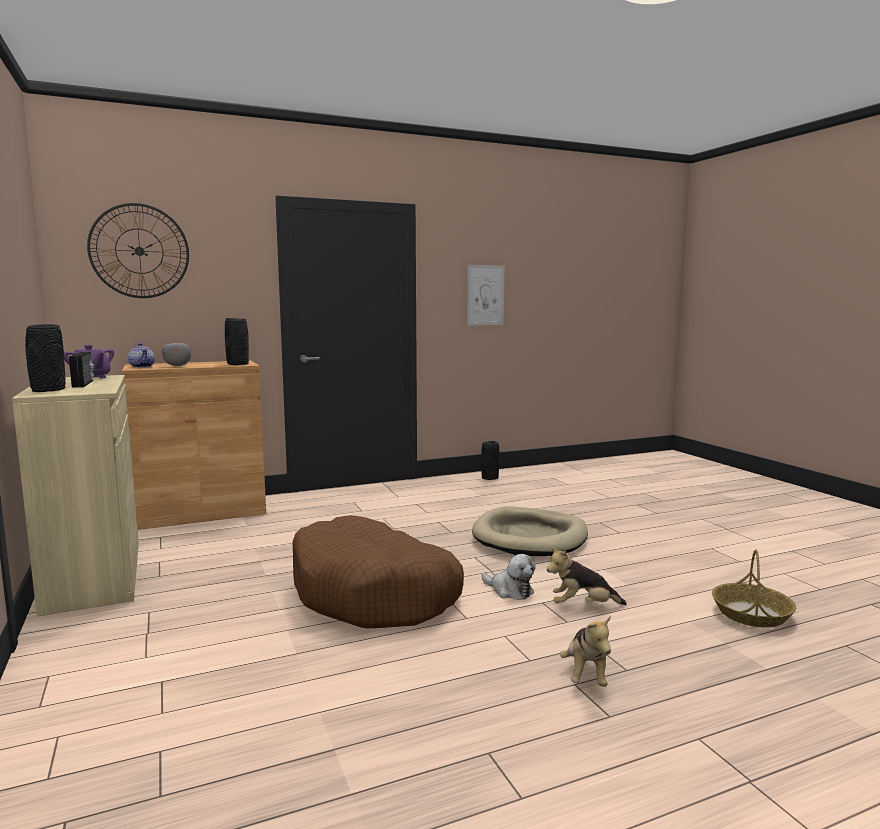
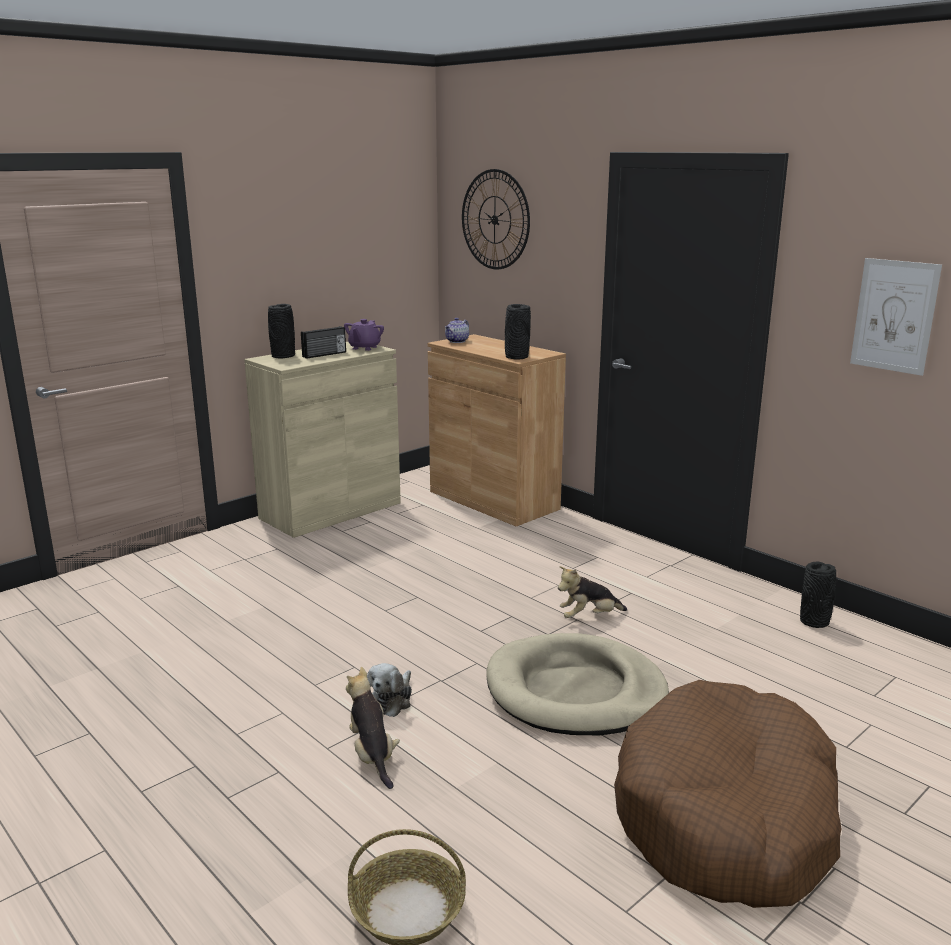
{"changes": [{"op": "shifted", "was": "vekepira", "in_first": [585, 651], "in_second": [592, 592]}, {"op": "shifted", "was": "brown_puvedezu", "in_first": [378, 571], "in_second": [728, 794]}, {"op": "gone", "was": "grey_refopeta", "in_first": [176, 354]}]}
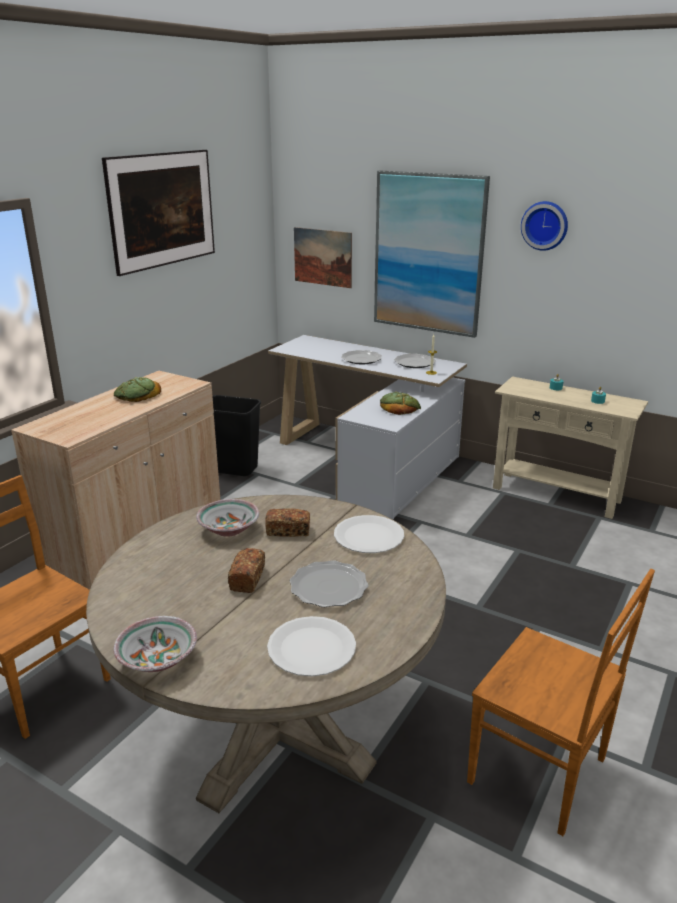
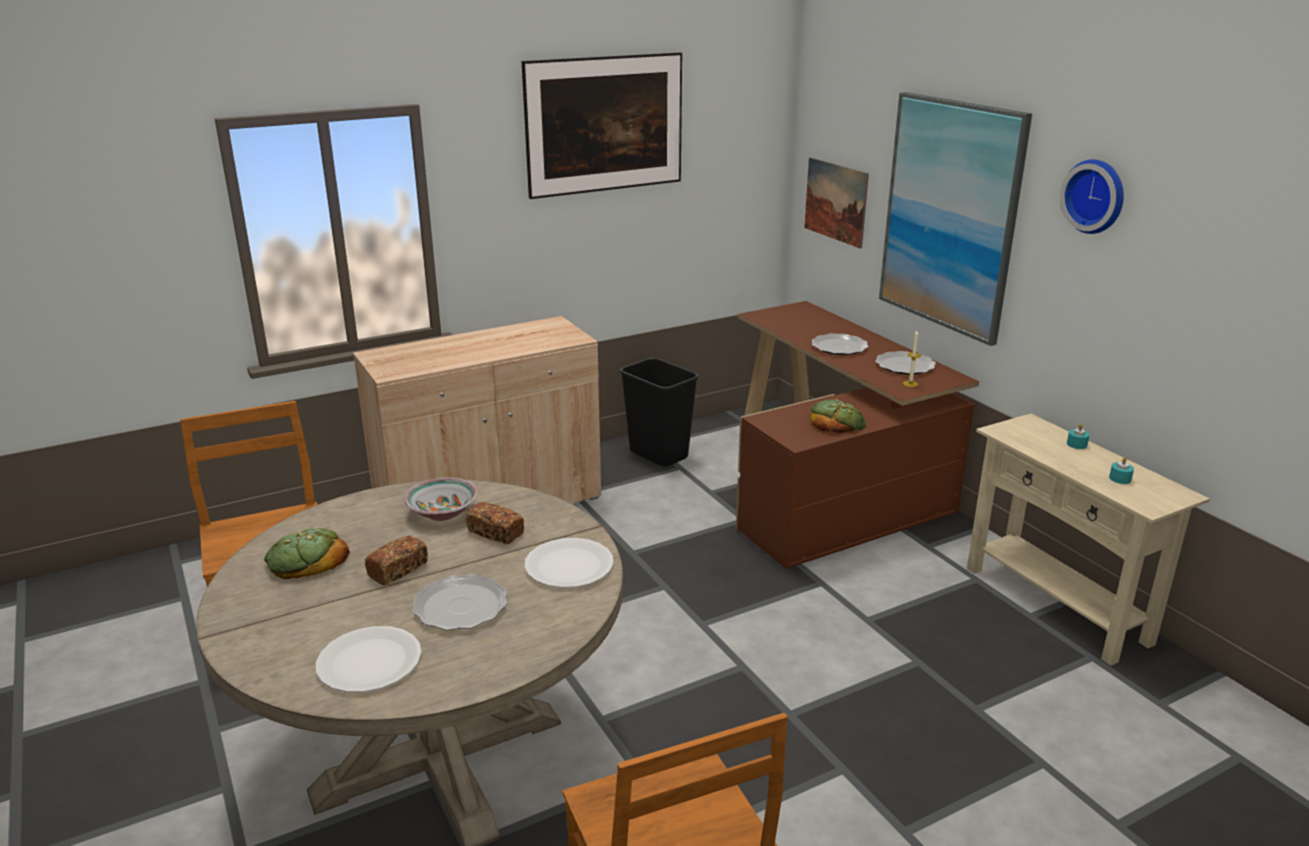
{"changes": [{"op": "shifted", "was": "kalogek", "in_first": [137, 389], "in_second": [307, 553]}, {"op": "repainted", "was": "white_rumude", "now": "brown_rumude", "in_first": [367, 427], "in_second": [857, 435]}, {"op": "gone", "was": "refopeta", "in_first": [155, 644]}]}
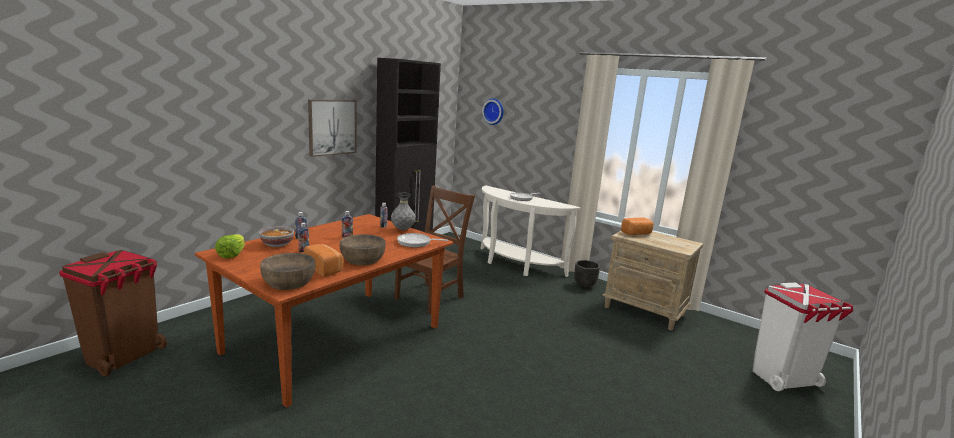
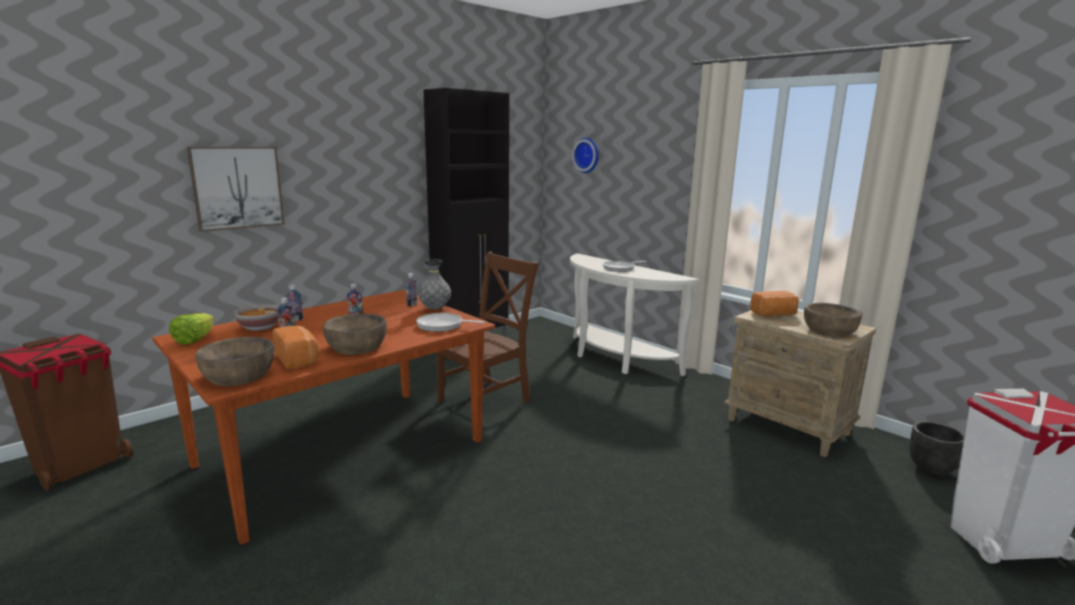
{"changes": [{"op": "shifted", "was": "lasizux", "in_first": [332, 128], "in_second": [236, 189]}, {"op": "new", "now": "brown_refopeta", "in_second": [833, 320]}, {"op": "shifted", "was": "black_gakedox", "in_first": [587, 274], "in_second": [936, 449]}]}
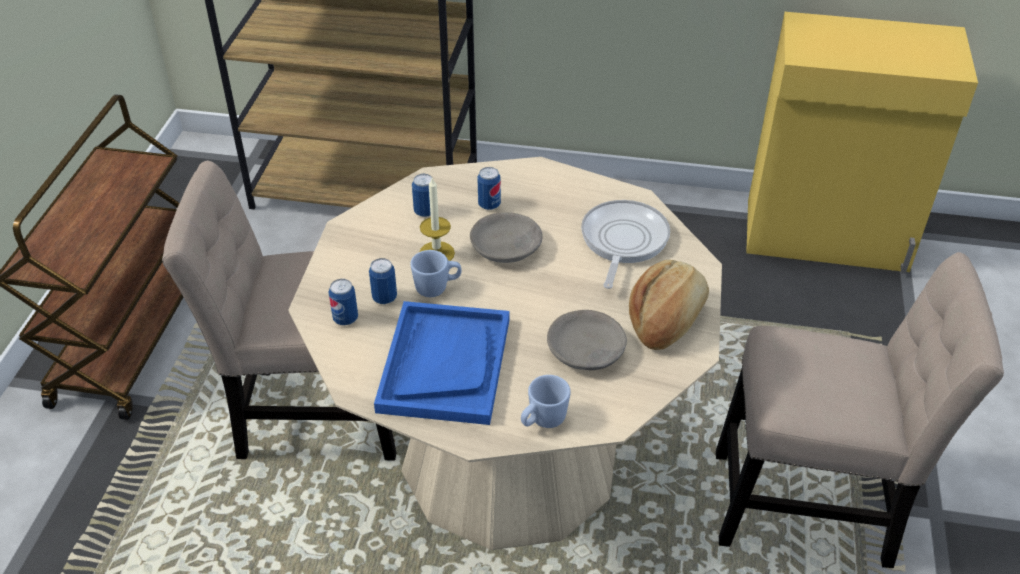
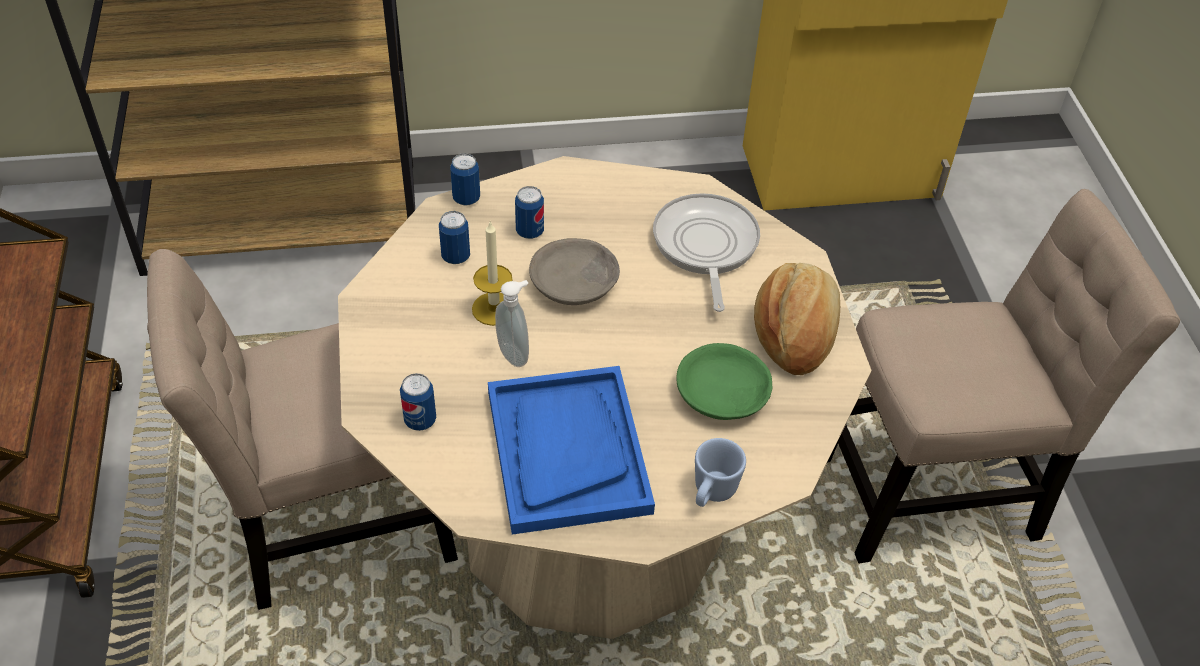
{"changes": [{"op": "shifted", "was": "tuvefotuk", "in_first": [383, 281], "in_second": [465, 179]}, {"op": "swapped", "was": "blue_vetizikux", "now": "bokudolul", "in_first": [436, 273], "in_second": [512, 323]}, {"op": "repainted", "was": "grey_refopeta", "now": "green_refopeta", "in_first": [587, 340], "in_second": [724, 381]}]}
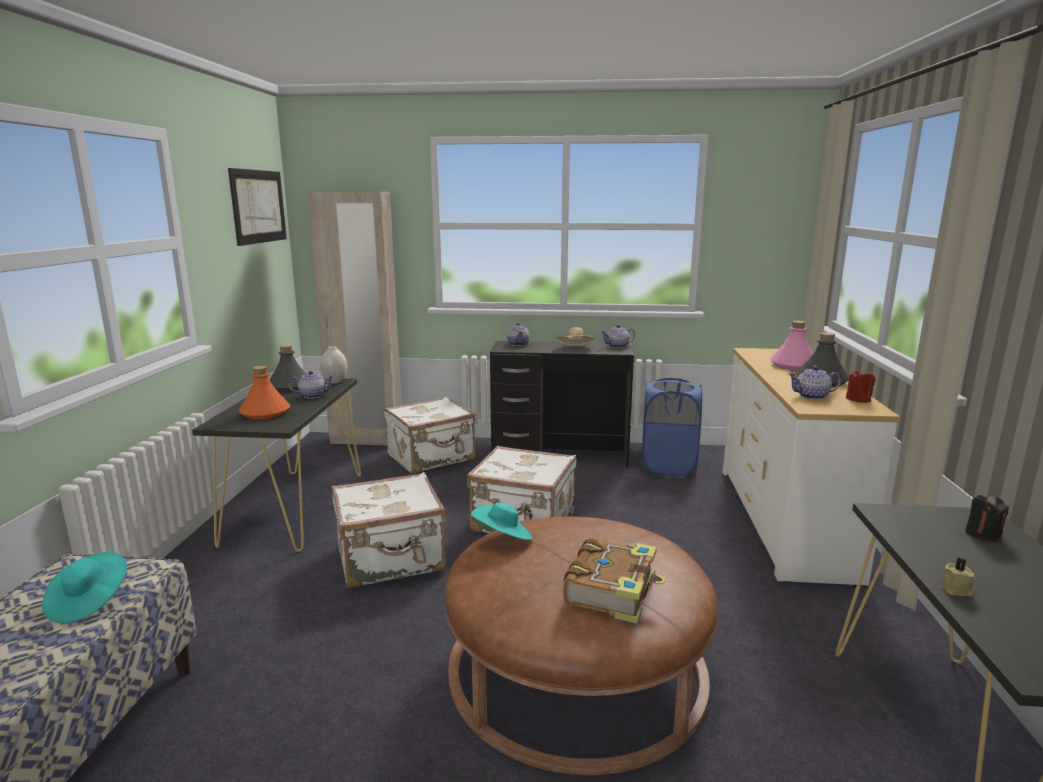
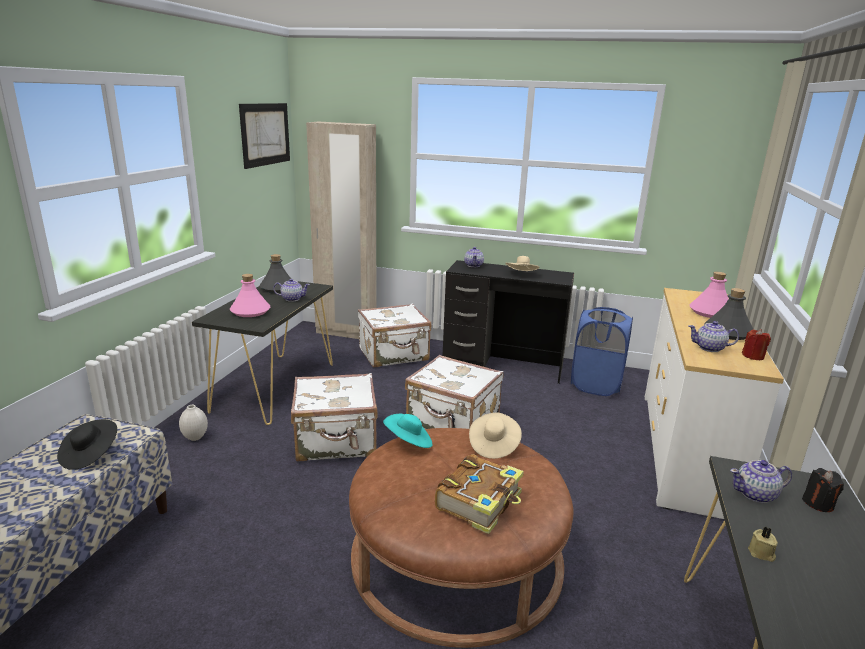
{"changes": [{"op": "repainted", "was": "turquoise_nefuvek", "now": "black_nefuvek", "in_first": [84, 587], "in_second": [87, 444]}, {"op": "shifted", "was": "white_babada", "in_first": [333, 365], "in_second": [193, 423]}, {"op": "repainted", "was": "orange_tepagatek", "now": "pink_tepagatek", "in_first": [264, 392], "in_second": [250, 295]}, {"op": "new", "now": "beige_nefuvek", "in_second": [495, 436]}, {"op": "shifted", "was": "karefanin", "in_first": [618, 336], "in_second": [761, 481]}]}
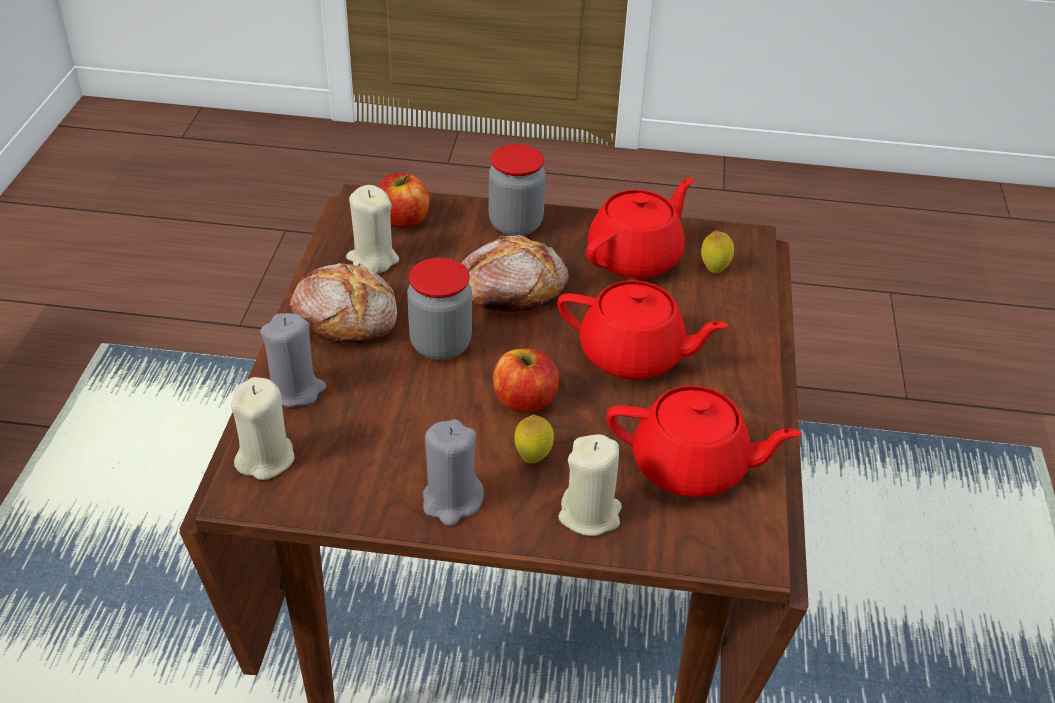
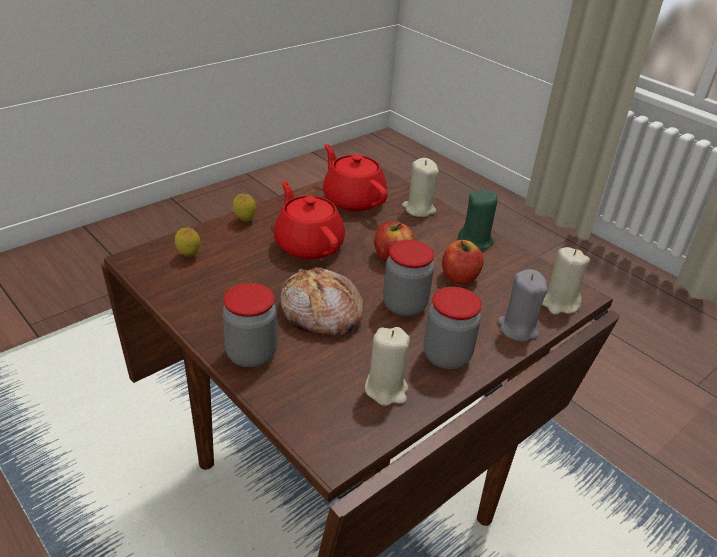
{"changes": [{"op": "shifted", "was": "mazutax", "in_first": [534, 439], "in_second": [244, 208]}, {"op": "swapped", "was": "kalogek", "now": "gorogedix", "in_first": [343, 303], "in_second": [452, 328]}, {"op": "shifted", "was": "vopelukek", "in_first": [404, 200], "in_second": [463, 262]}, {"op": "repainted", "was": "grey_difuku", "now": "green_difuku", "in_first": [453, 472], "in_second": [478, 220]}, {"op": "gone", "was": "red_karefanin", "in_first": [639, 228]}]}
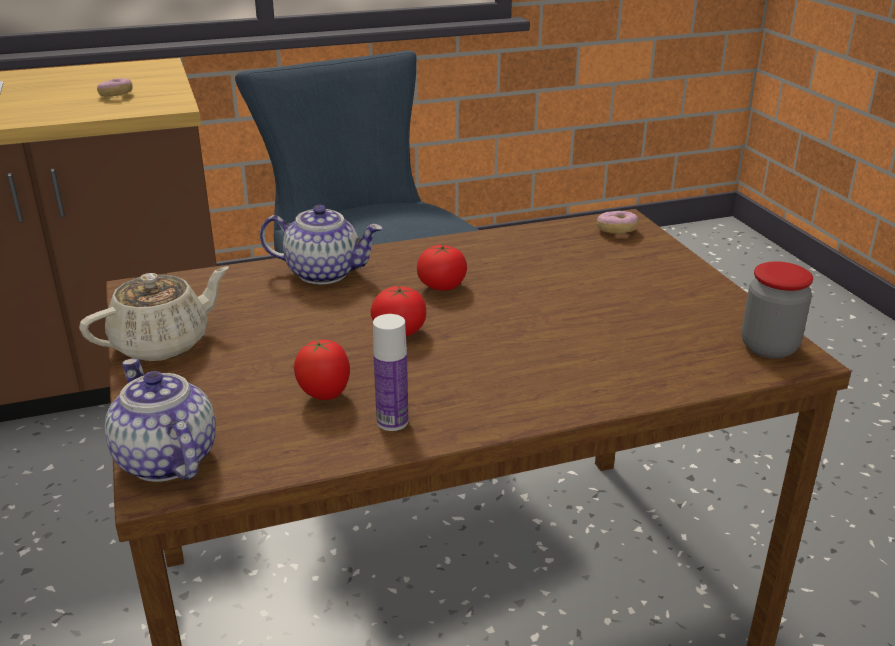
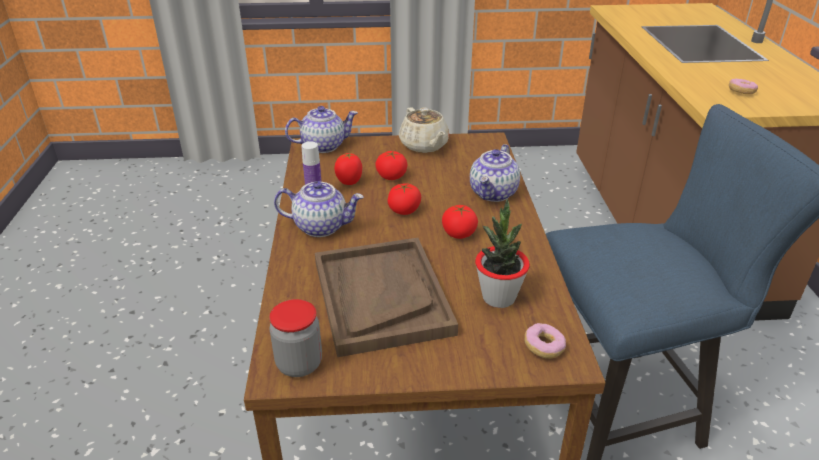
{"changes": [{"op": "new", "now": "karefanin", "in_second": [319, 209]}, {"op": "new", "now": "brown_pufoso", "in_second": [386, 297]}, {"op": "new", "now": "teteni", "in_second": [391, 165]}, {"op": "new", "now": "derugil", "in_second": [502, 253]}]}
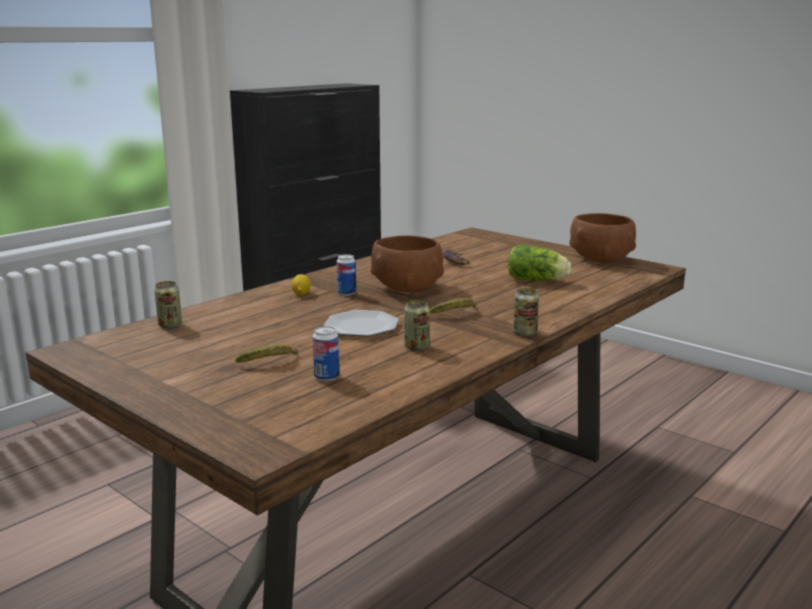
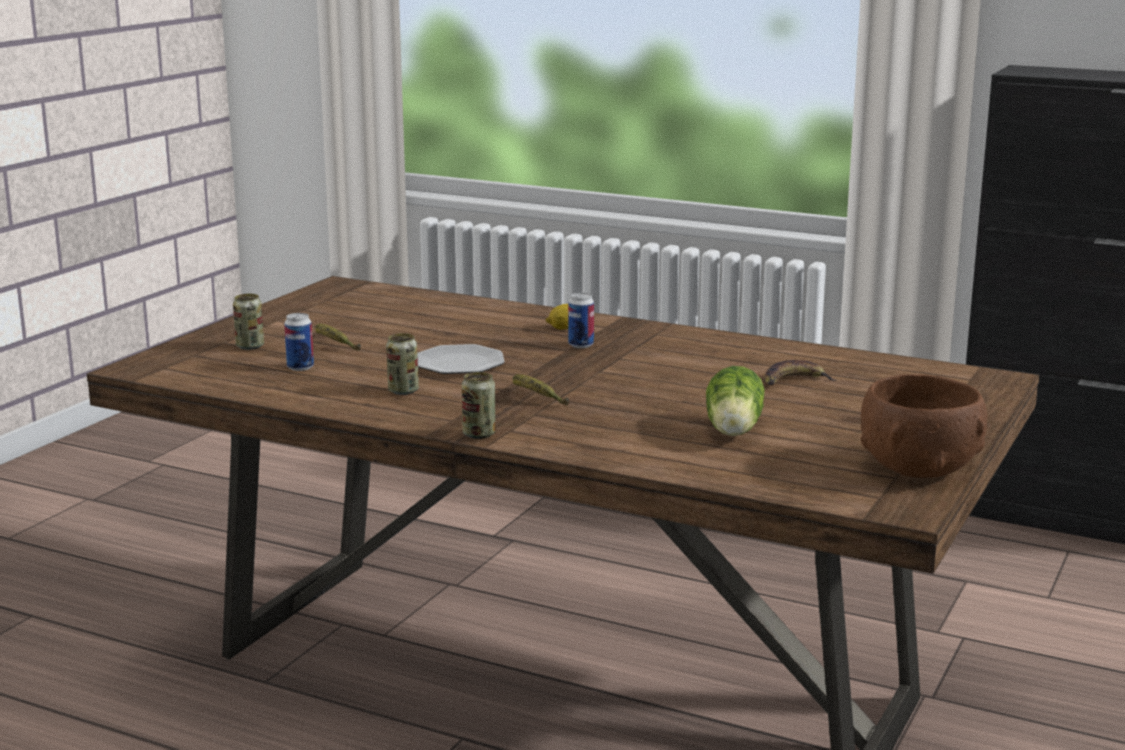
{"changes": [{"op": "shifted", "was": "tuvefotuk", "in_first": [168, 304], "in_second": [248, 322]}, {"op": "gone", "was": "brown_refopeta", "in_first": [407, 264]}]}
